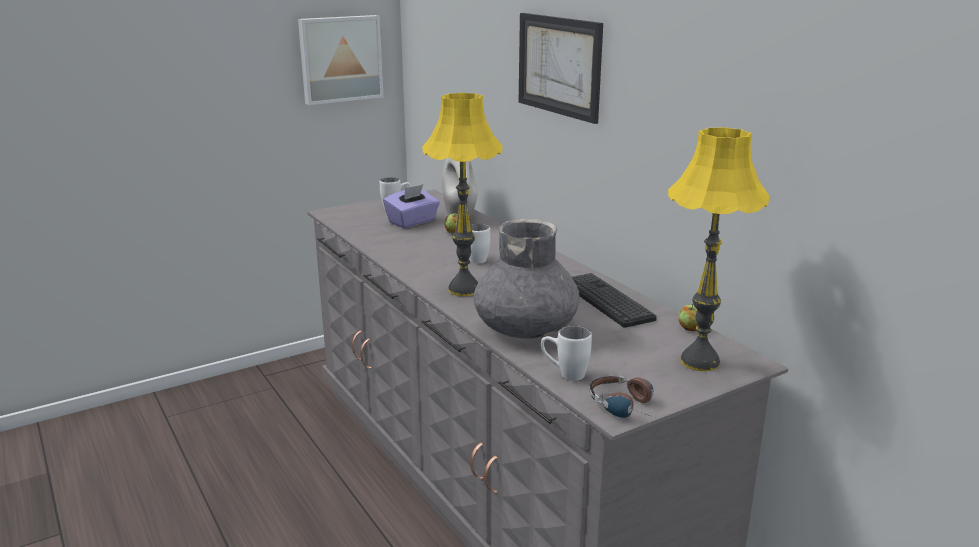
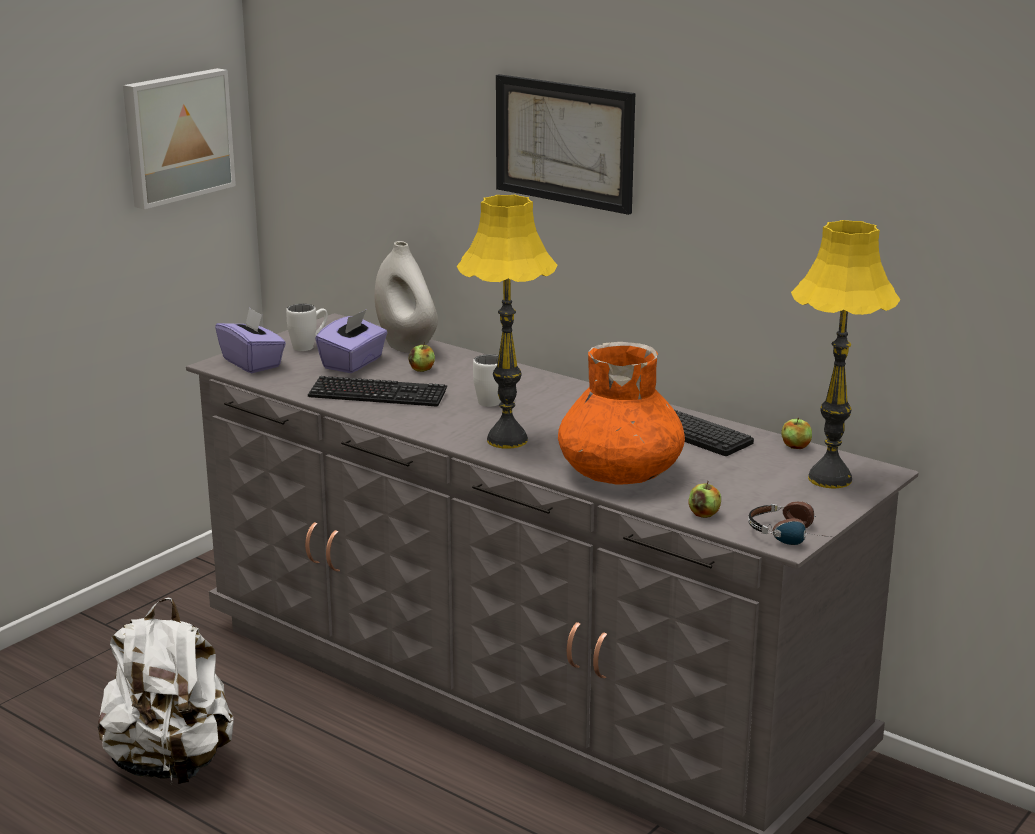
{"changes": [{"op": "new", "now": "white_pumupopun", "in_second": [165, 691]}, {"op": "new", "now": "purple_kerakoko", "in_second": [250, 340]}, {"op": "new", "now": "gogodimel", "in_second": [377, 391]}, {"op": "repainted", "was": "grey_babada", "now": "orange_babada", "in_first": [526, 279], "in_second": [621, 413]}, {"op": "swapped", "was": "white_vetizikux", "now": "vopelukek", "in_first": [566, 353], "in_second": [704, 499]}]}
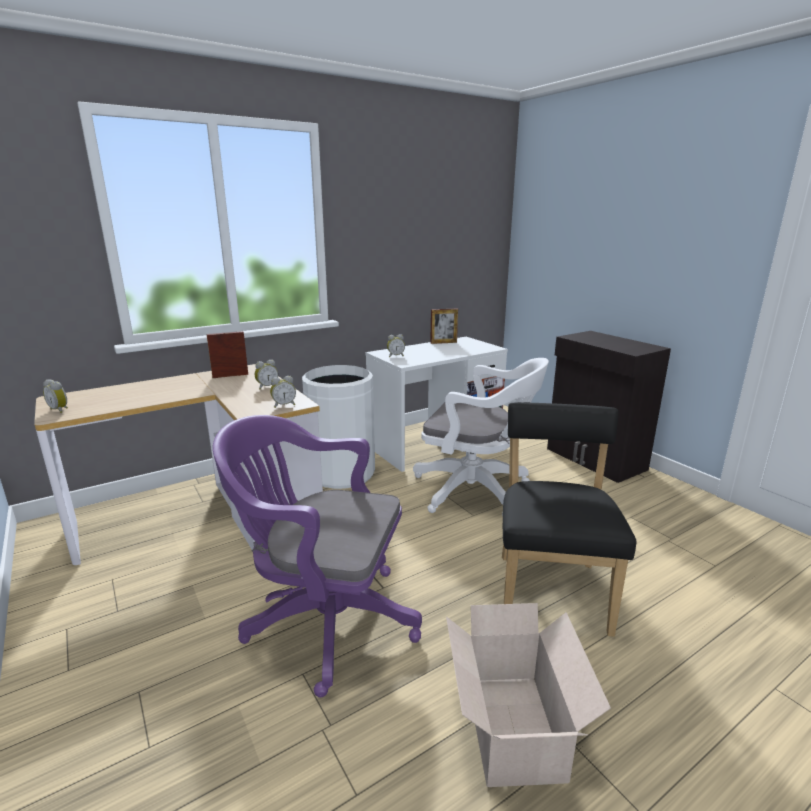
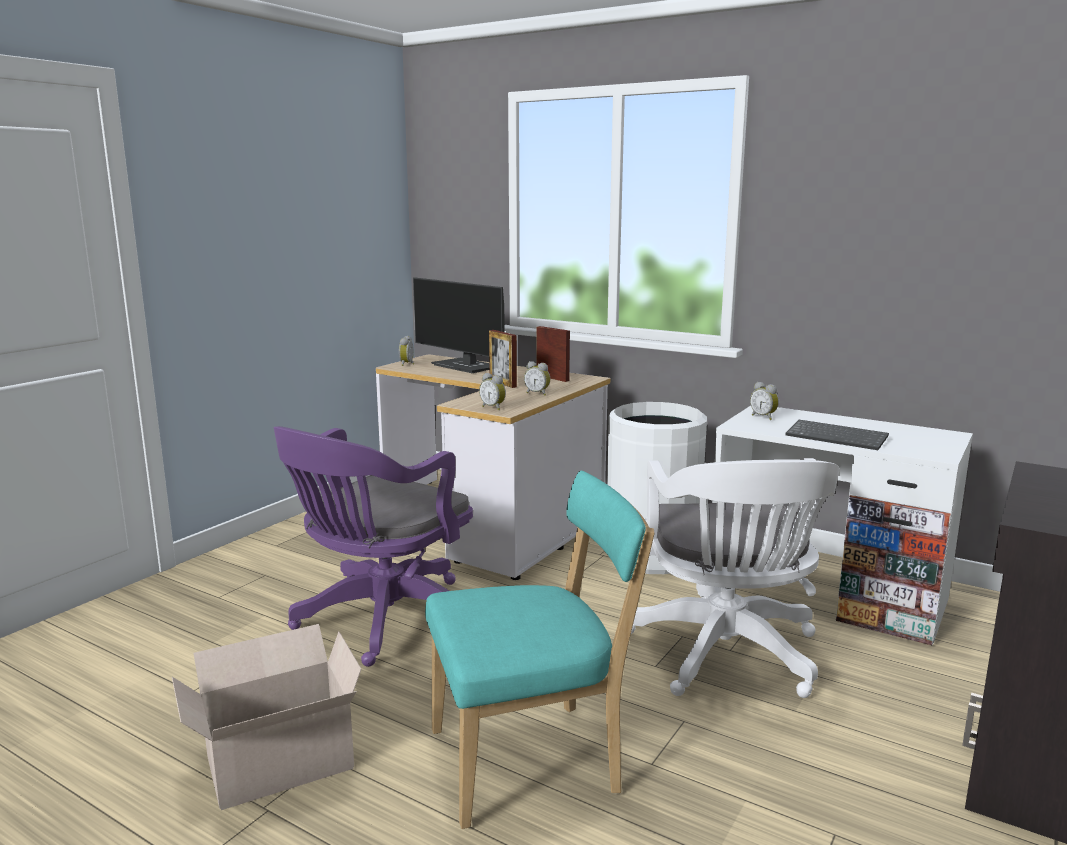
{"changes": [{"op": "rotated", "was": "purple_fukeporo", "in_first": [317, 556], "in_second": [373, 546], "clockwise": -135}, {"op": "new", "now": "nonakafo", "in_second": [459, 325]}, {"op": "repainted", "was": "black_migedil", "now": "turquoise_migedil", "in_first": [569, 520], "in_second": [540, 650]}, {"op": "shifted", "was": "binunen", "in_first": [444, 326], "in_second": [503, 359]}, {"op": "new", "now": "gogodimel", "in_second": [837, 435]}]}
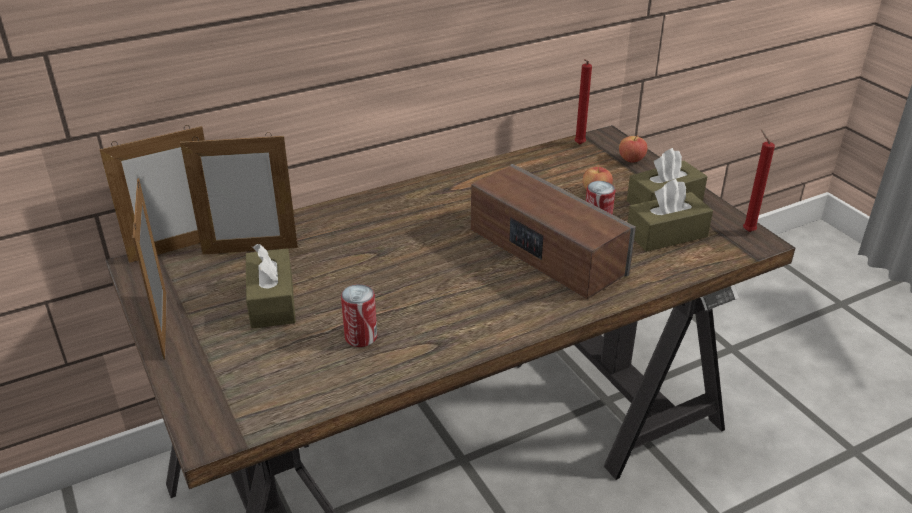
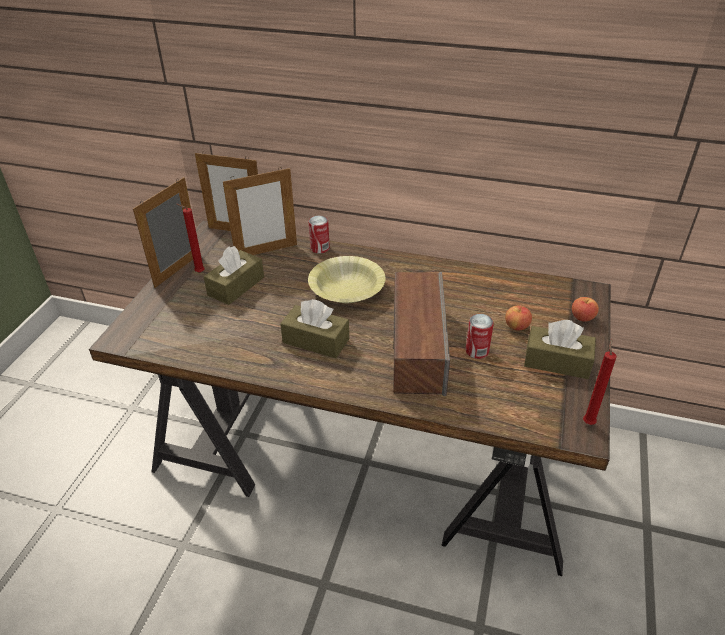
{"changes": [{"op": "shifted", "was": "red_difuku", "in_first": [583, 101], "in_second": [191, 238]}, {"op": "rotated", "was": "binunen", "in_first": [239, 193], "in_second": [260, 211], "clockwise": -60}, {"op": "shifted", "was": "brown_kerakoko", "in_first": [670, 215], "in_second": [314, 328]}, {"op": "new", "now": "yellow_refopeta", "in_second": [347, 279]}, {"op": "shifted", "was": "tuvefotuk", "in_first": [359, 315], "in_second": [319, 234]}]}
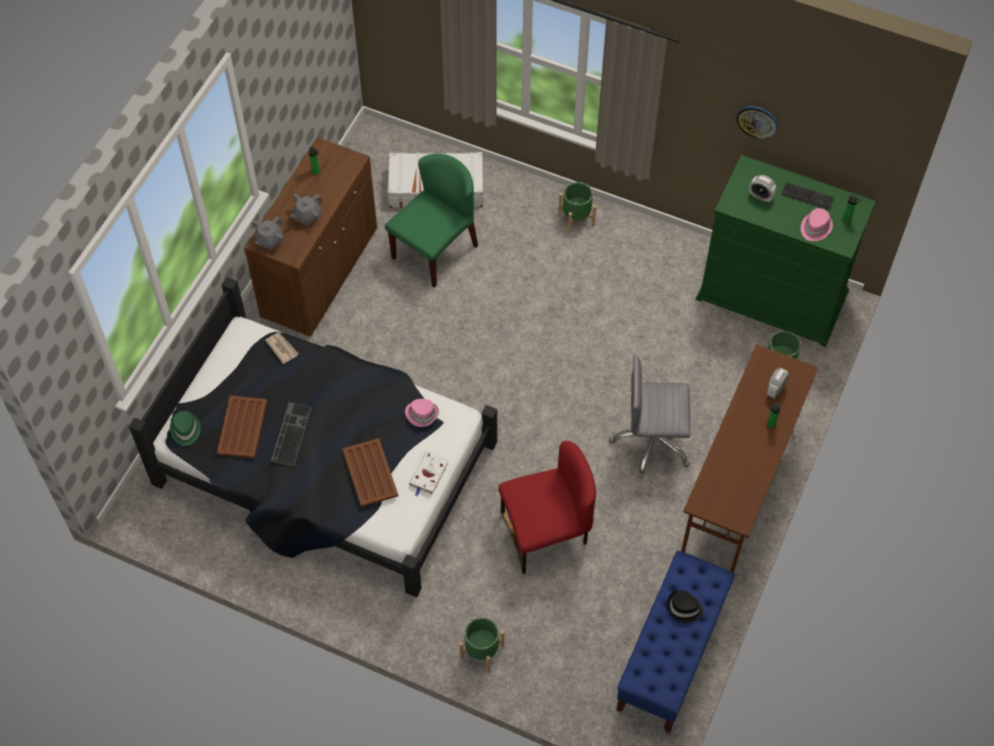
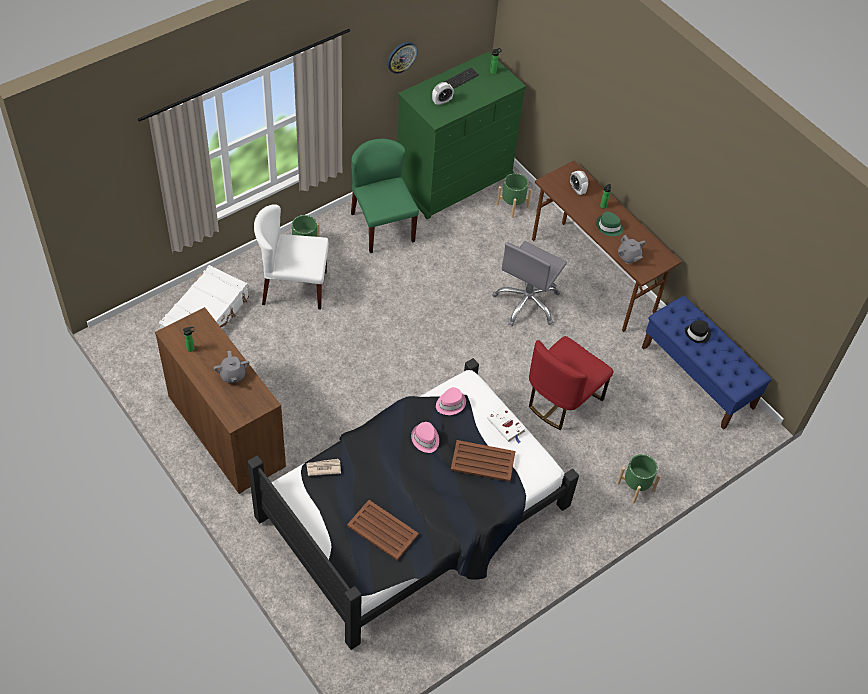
{"changes": [{"op": "new", "now": "white_migedil", "in_second": [291, 256]}, {"op": "shifted", "was": "green_migedil", "in_first": [431, 221], "in_second": [385, 196]}, {"op": "shifted", "was": "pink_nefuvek", "in_first": [817, 224], "in_second": [425, 437]}, {"op": "rotated", "was": "red_migedil", "in_first": [547, 507], "in_second": [571, 383], "clockwise": -150}, {"op": "shifted", "was": "green_nefuvek", "in_first": [185, 428], "in_second": [610, 223]}, {"op": "shifted", "was": "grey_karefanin", "in_first": [267, 233], "in_second": [632, 249]}, {"op": "gone", "was": "gogodimel", "in_first": [291, 434]}]}
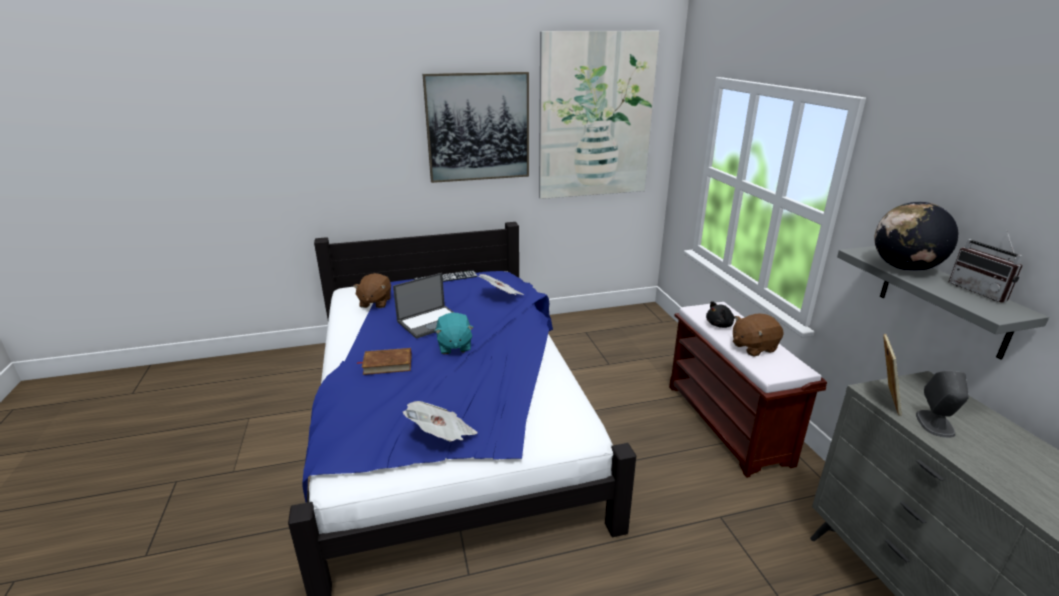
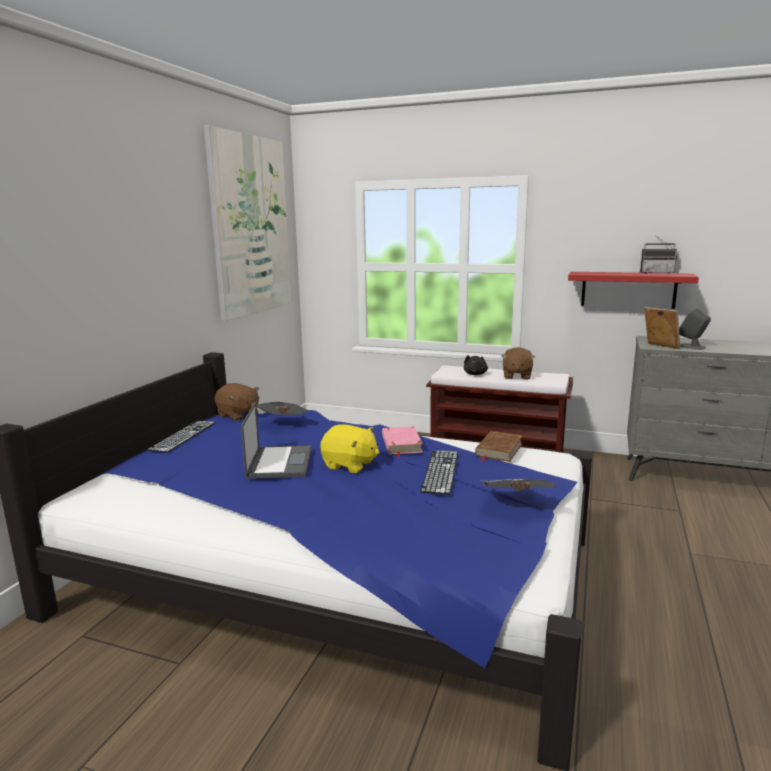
{"changes": [{"op": "shifted", "was": "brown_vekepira", "in_first": [372, 290], "in_second": [236, 402]}, {"op": "repainted", "was": "turquoise_vekepira", "now": "yellow_vekepira", "in_first": [454, 333], "in_second": [349, 448]}, {"op": "new", "now": "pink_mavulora", "in_second": [402, 442]}, {"op": "new", "now": "gogodimel", "in_second": [439, 473]}, {"op": "shifted", "was": "brown_mavulora", "in_first": [384, 361], "in_second": [499, 446]}, {"op": "repainted", "was": "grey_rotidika", "now": "red_rotidika", "in_first": [943, 302], "in_second": [633, 290]}, {"op": "gone", "was": "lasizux", "in_first": [476, 127]}, {"op": "gone", "was": "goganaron", "in_first": [916, 236]}]}
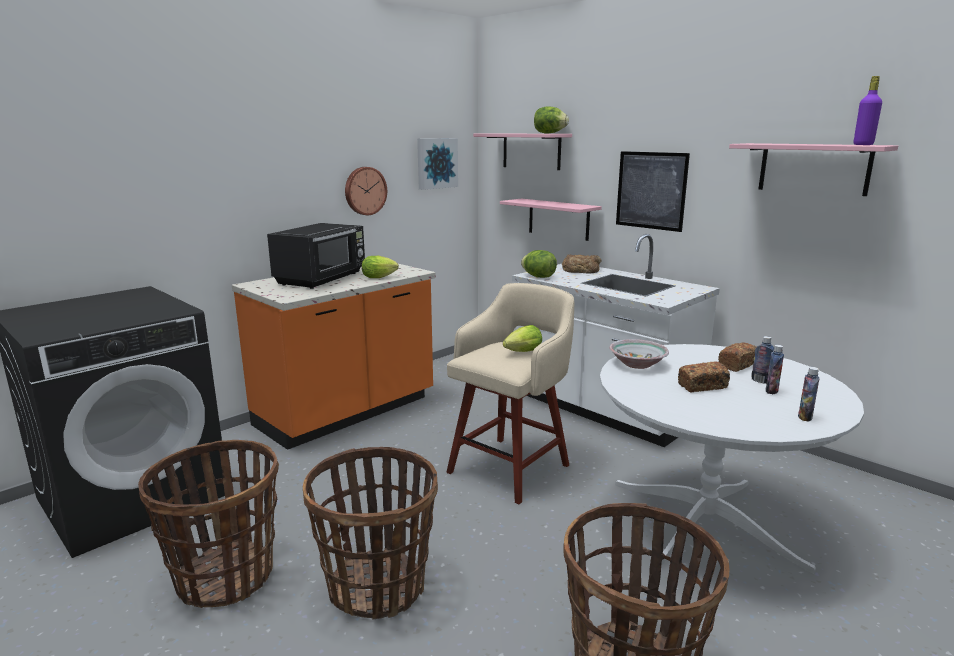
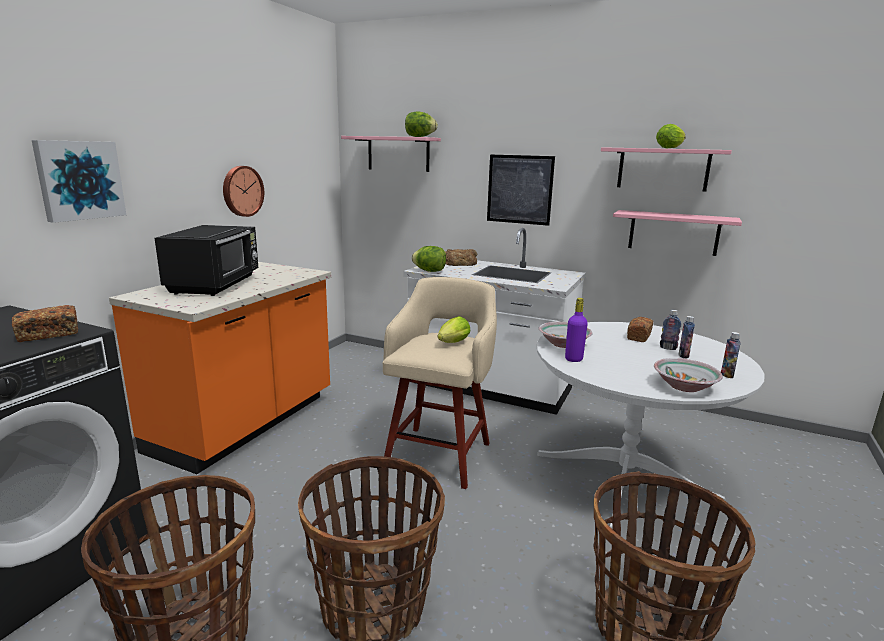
{"changes": [{"op": "shifted", "was": "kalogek", "in_first": [704, 377], "in_second": [45, 323]}, {"op": "shifted", "was": "lasizux", "in_first": [437, 164], "in_second": [79, 181]}, {"op": "shifted", "was": "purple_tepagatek", "in_first": [868, 110], "in_second": [576, 330]}, {"op": "shifted", "was": "pink_rotidika", "in_first": [551, 220], "in_second": [677, 233]}, {"op": "new", "now": "refopeta", "in_second": [688, 375]}, {"op": "shifted", "was": "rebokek", "in_first": [380, 267], "in_second": [671, 136]}]}
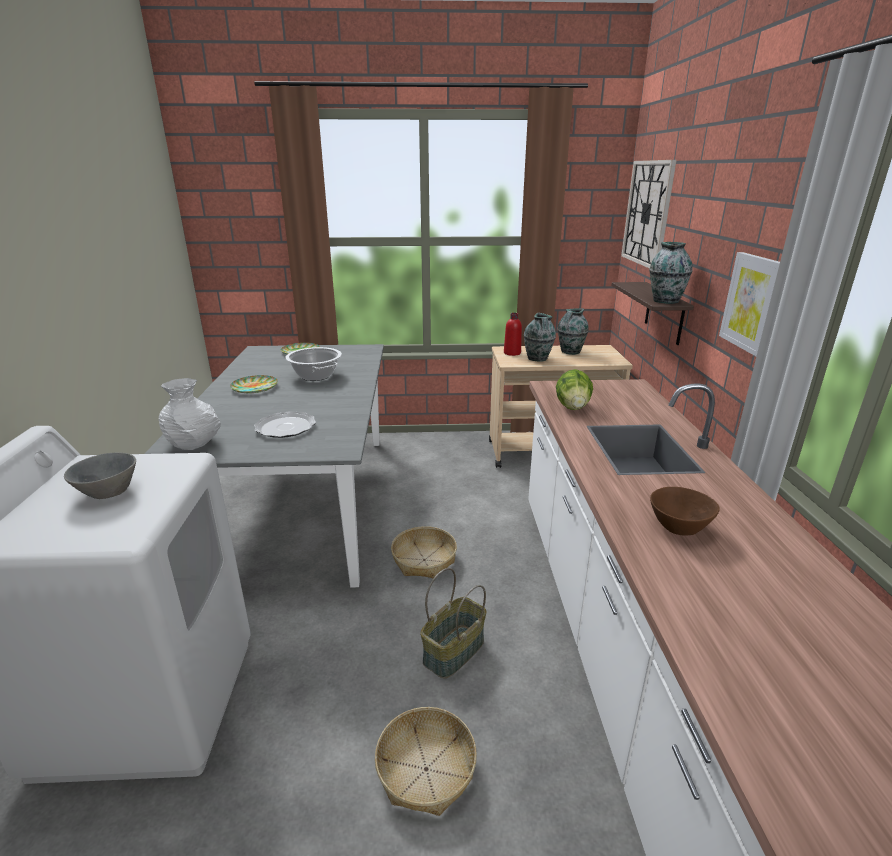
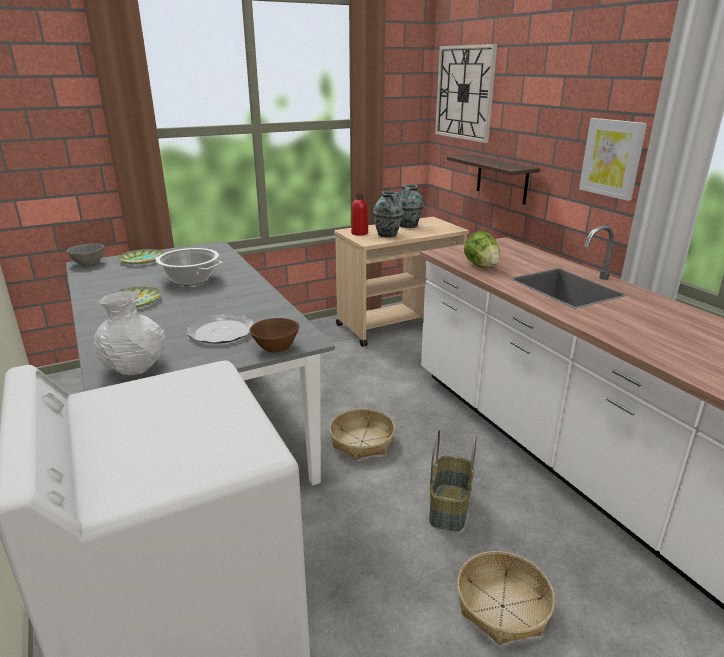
{"changes": [{"op": "shifted", "was": "grey_refopeta", "in_first": [100, 476], "in_second": [85, 254]}, {"op": "shifted", "was": "brown_refopeta", "in_first": [685, 511], "in_second": [274, 335]}, {"op": "gone", "was": "babada", "in_first": [671, 273]}]}
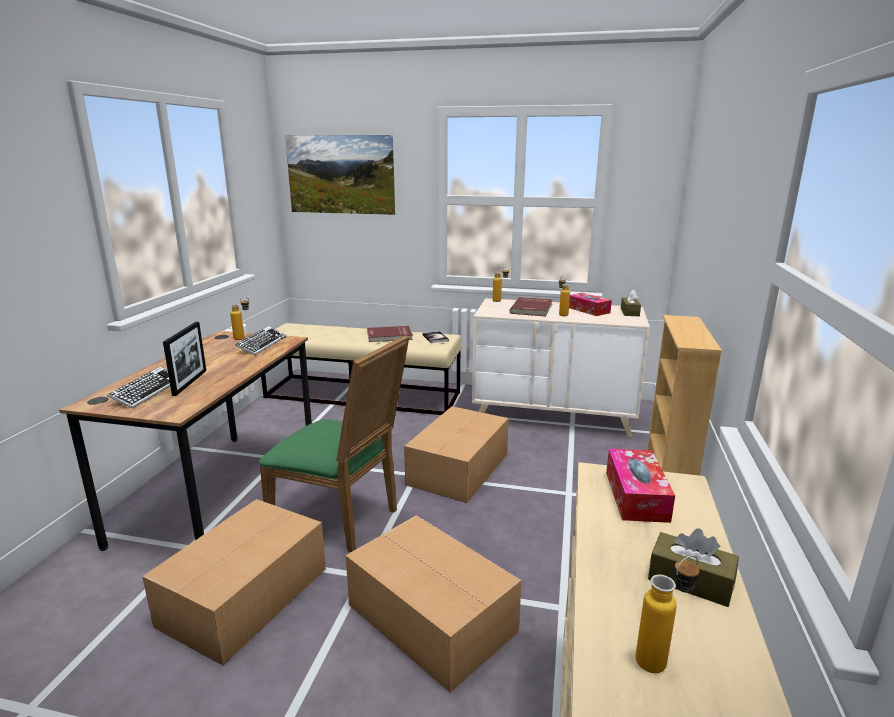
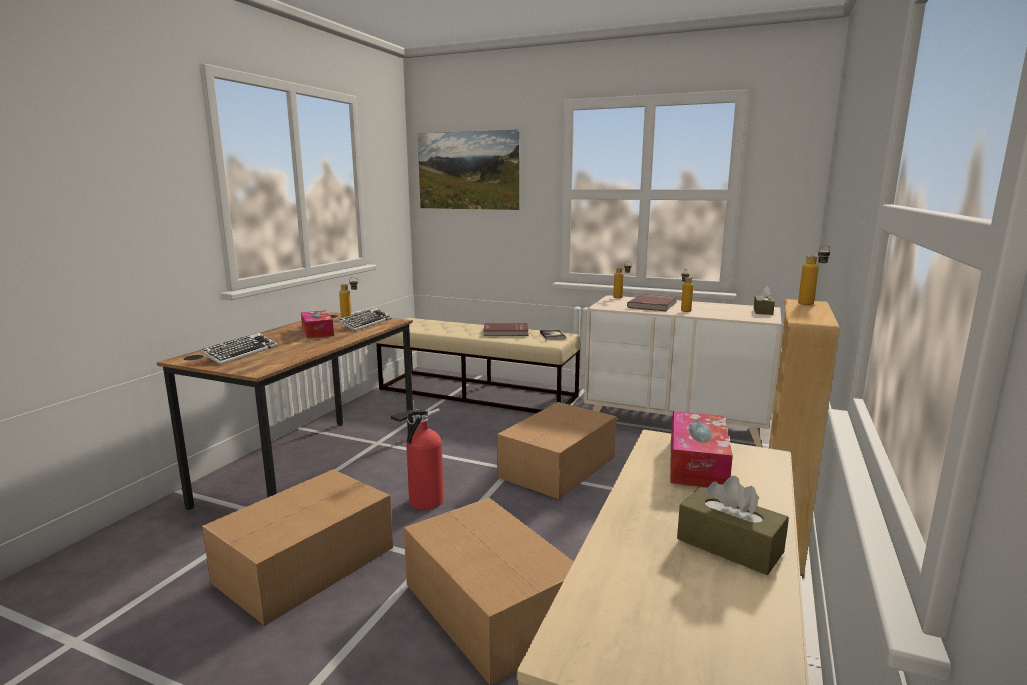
{"changes": [{"op": "shifted", "was": "kerakoko", "in_first": [590, 304], "in_second": [317, 324]}, {"op": "swapped", "was": "green_migedil", "now": "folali", "in_first": [334, 443], "in_second": [417, 459]}, {"op": "shifted", "was": "tepagatek", "in_first": [667, 614], "in_second": [814, 275]}, {"op": "gone", "was": "binunen", "in_first": [184, 359]}]}
